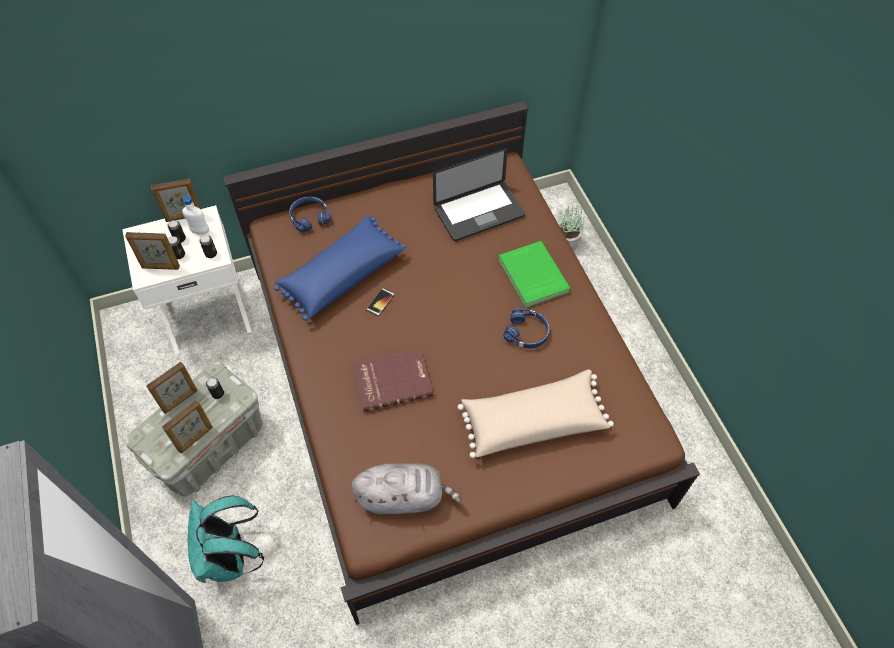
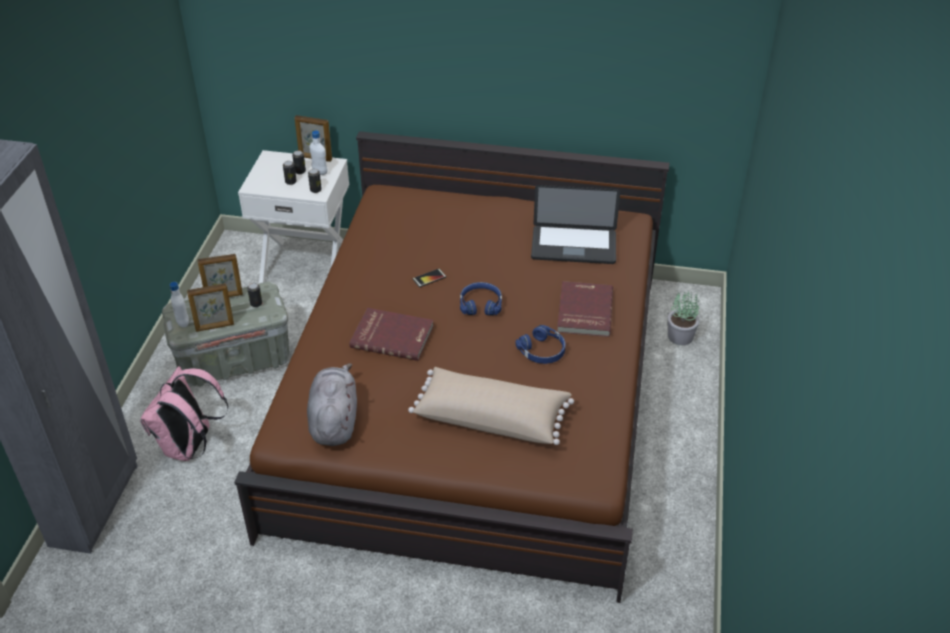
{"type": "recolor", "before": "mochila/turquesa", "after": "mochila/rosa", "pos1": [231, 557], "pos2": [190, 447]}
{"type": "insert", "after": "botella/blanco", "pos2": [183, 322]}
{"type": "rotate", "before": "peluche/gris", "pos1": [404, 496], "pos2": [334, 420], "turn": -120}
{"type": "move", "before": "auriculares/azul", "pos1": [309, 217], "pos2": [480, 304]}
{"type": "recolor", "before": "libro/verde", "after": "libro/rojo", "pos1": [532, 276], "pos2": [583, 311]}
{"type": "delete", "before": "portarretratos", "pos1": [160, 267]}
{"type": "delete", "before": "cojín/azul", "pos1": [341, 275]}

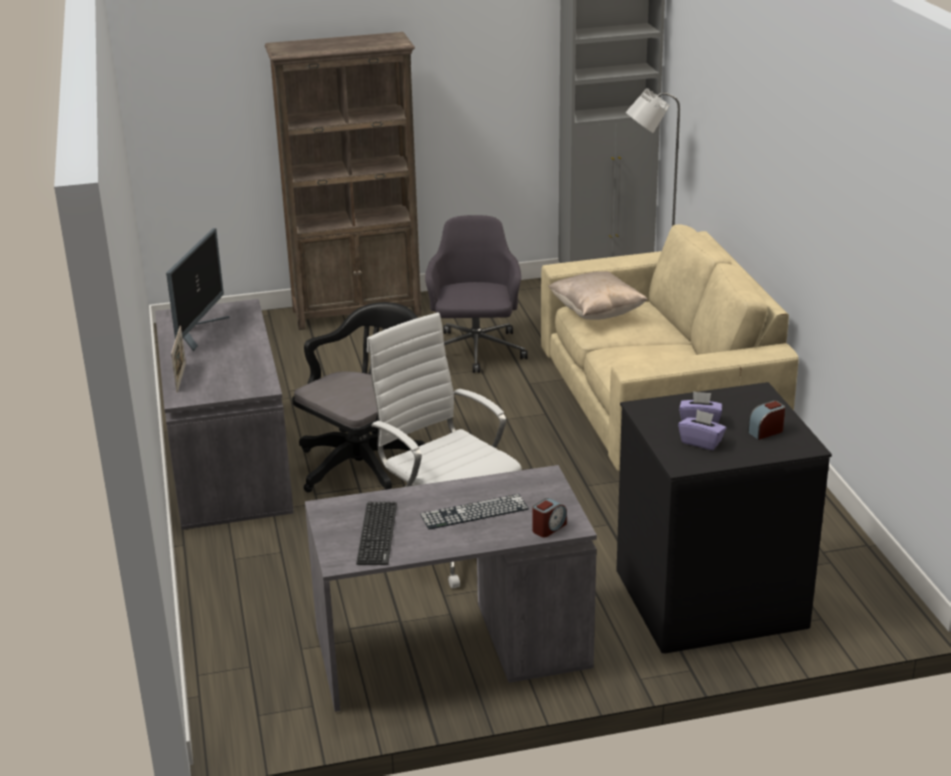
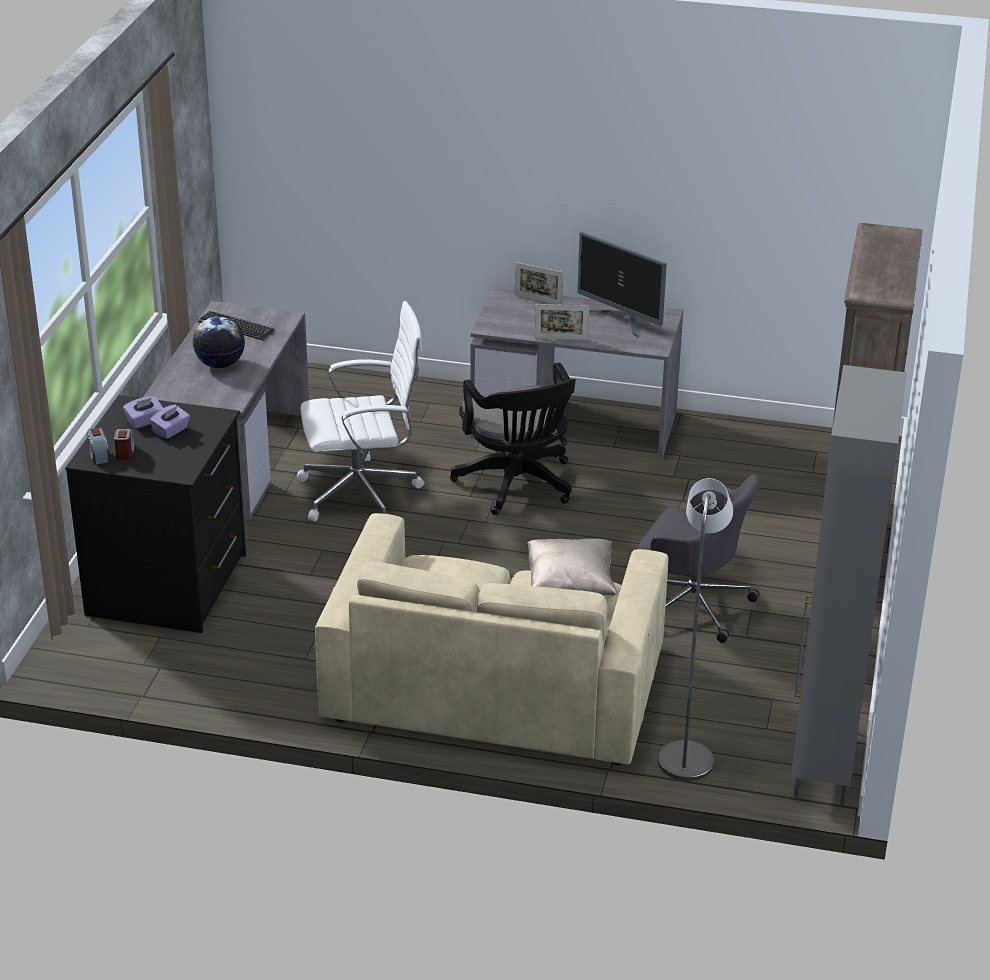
{"type": "move", "before": "despertador", "pos1": [549, 528], "pos2": [99, 456]}
{"type": "replace", "before": "teclado", "after": "globo terráqueo", "pos1": [474, 512], "pos2": [220, 364]}
{"type": "insert", "after": "portarretratos", "pos2": [561, 339]}

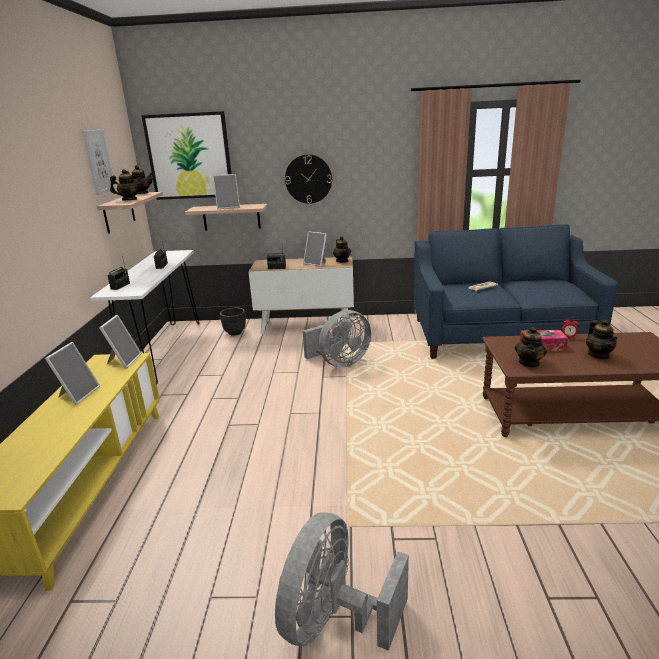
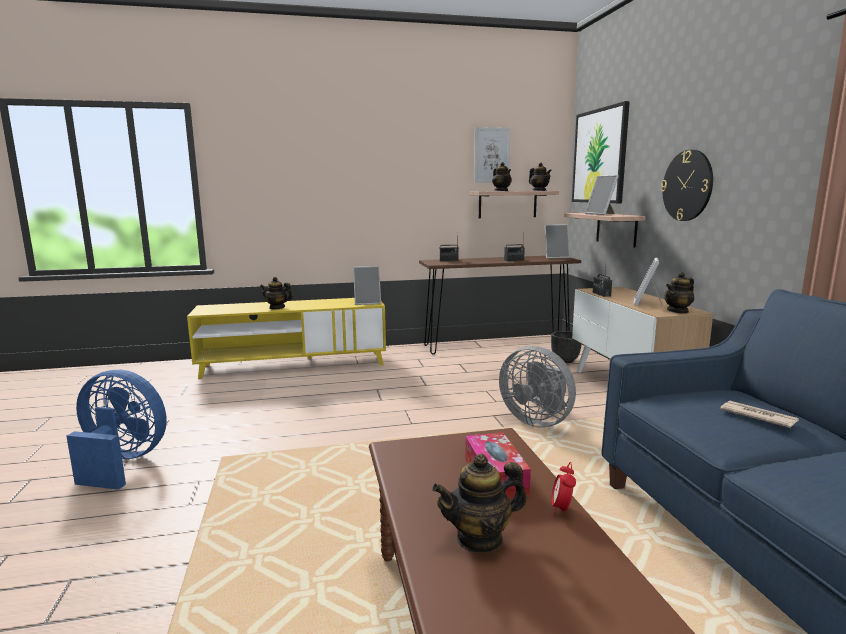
{"type": "recolor", "before": "ventilador/gris", "after": "ventilador/azul", "pos1": [334, 620], "pos2": [121, 463]}
{"type": "move", "before": "tetera", "pos1": [529, 363], "pos2": [277, 307]}
{"type": "recolor", "before": "mesa consola/blanco", "after": "mesa consola/marrón", "pos1": [165, 351], "pos2": [497, 345]}
{"type": "move", "before": "portarretratos", "pos1": [78, 394], "pos2": [556, 257]}

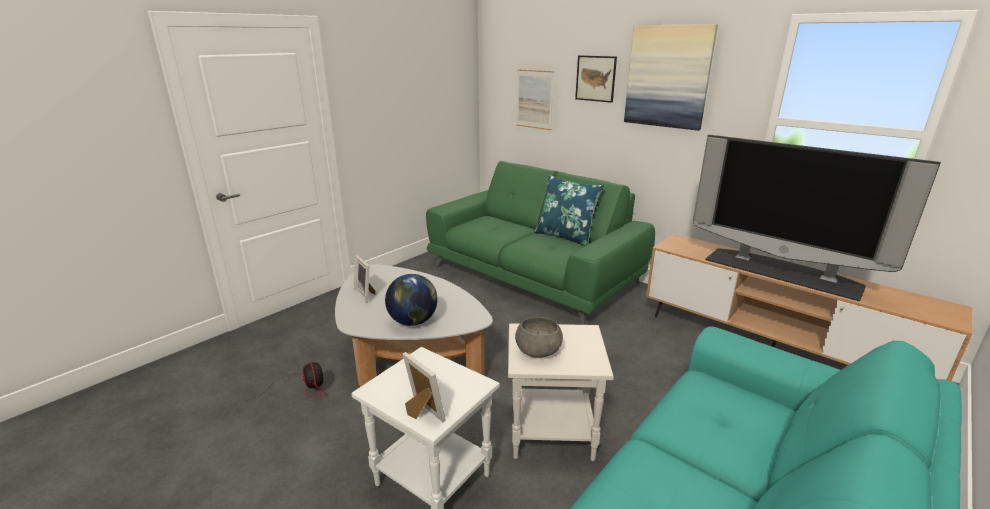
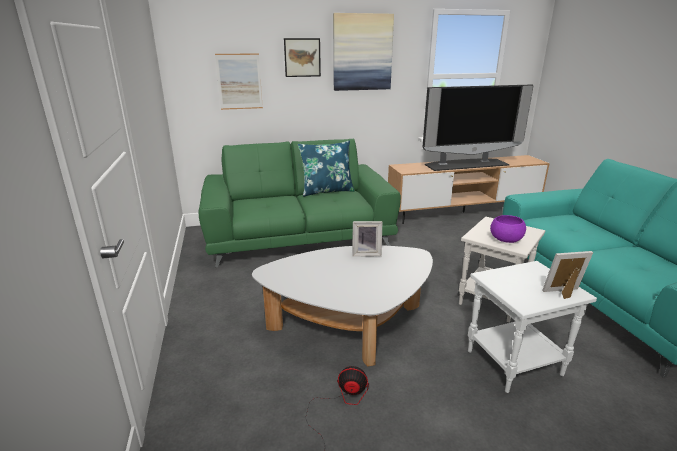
{"type": "move", "before": "portarretratos", "pos1": [366, 294], "pos2": [366, 253]}
{"type": "recolor", "before": "cuenco/gris", "after": "cuenco/morado", "pos1": [538, 350], "pos2": [505, 239]}
{"type": "delete", "before": "globo terráqueo", "pos1": [413, 321]}

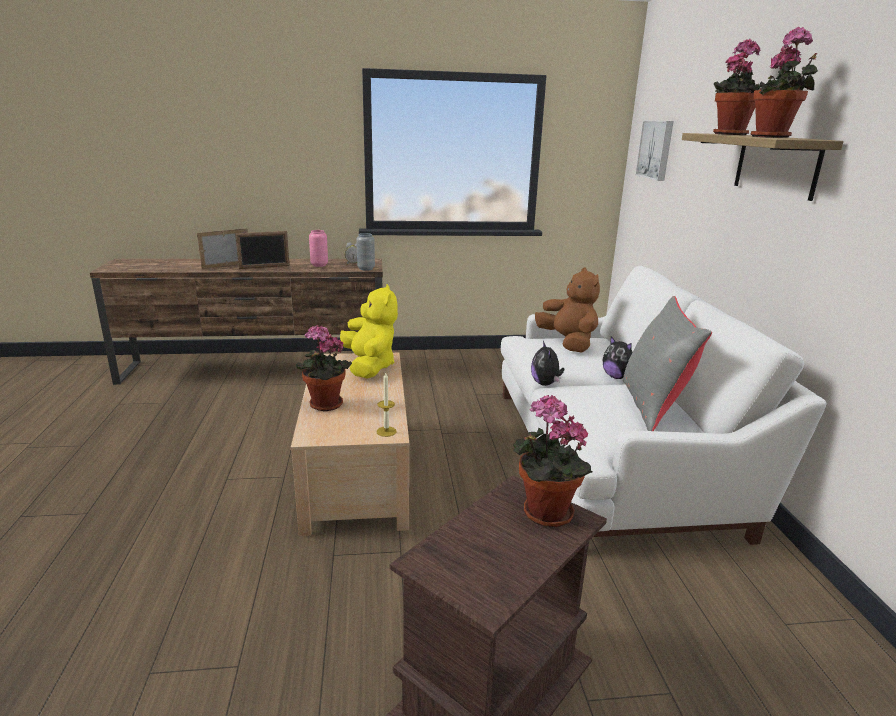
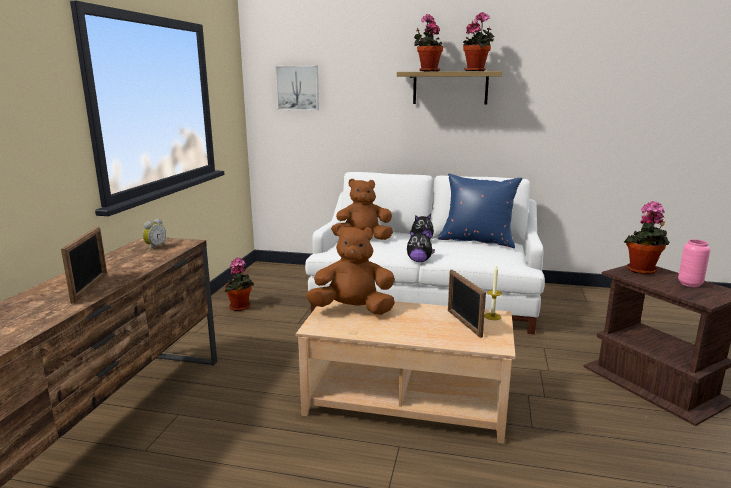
{"type": "move", "before": "planta en maceta", "pos1": [324, 406], "pos2": [241, 307]}
{"type": "recolor", "before": "peluche/amarillo", "after": "peluche/marrón", "pos1": [369, 366], "pos2": [353, 310]}
{"type": "recolor", "before": "cojín/gris", "after": "cojín/azul", "pos1": [653, 406], "pos2": [477, 241]}
{"type": "move", "before": "portarretratos", "pos1": [226, 265], "pos2": [464, 323]}
{"type": "move", "before": "florero/rosa", "pos1": [319, 265], "pos2": [690, 284]}
{"type": "delete", "before": "florero/gris", "pos1": [366, 269]}

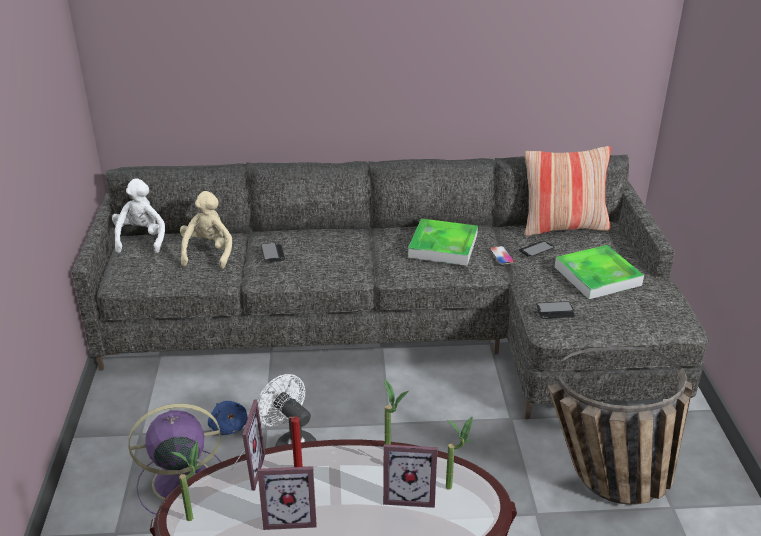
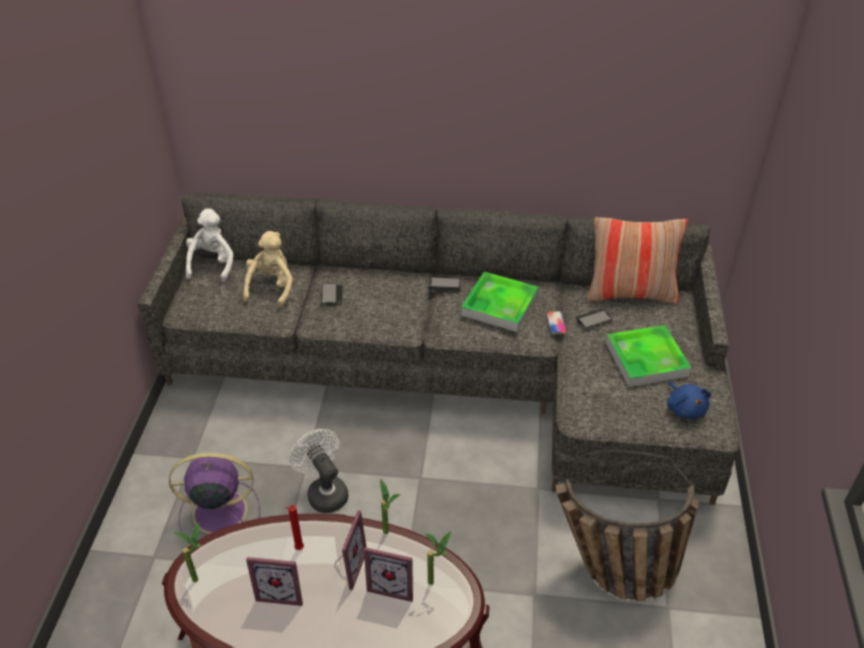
{"type": "move", "before": "portarretratos", "pos1": [246, 470], "pos2": [347, 567]}
{"type": "move", "before": "móvil", "pos1": [555, 311], "pos2": [444, 286]}
{"type": "move", "before": "peluche/azul", "pos1": [228, 426], "pos2": [685, 408]}

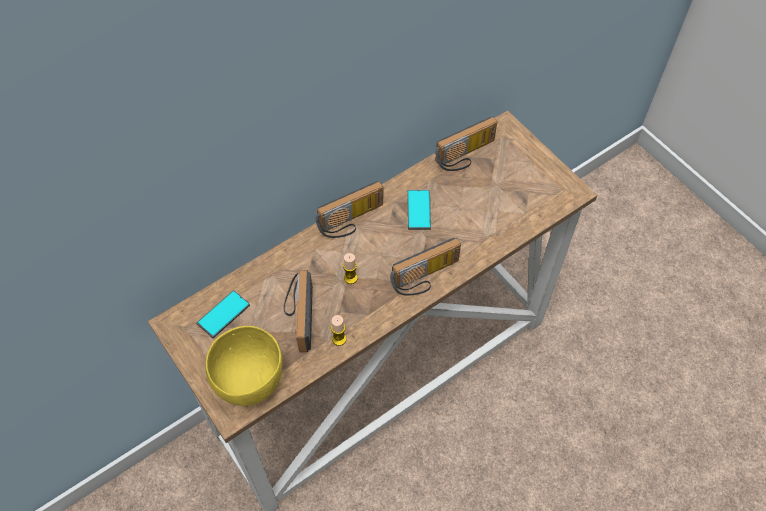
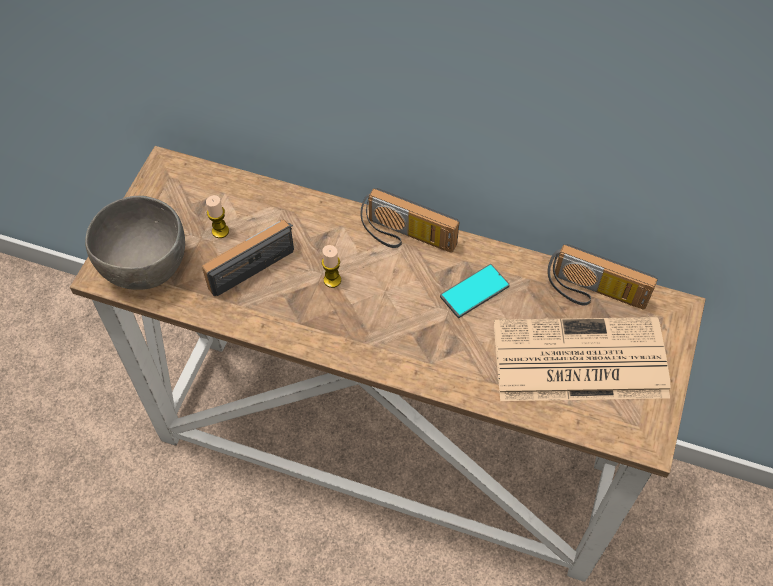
{"type": "recolor", "before": "cuenco/amarillo", "after": "cuenco/gris", "pos1": [249, 382], "pos2": [145, 267]}
{"type": "move", "before": "vela", "pos1": [339, 339], "pos2": [220, 231]}
{"type": "insert", "after": "periódico", "pos2": [577, 361]}
{"type": "delete", "before": "móvil", "pos1": [223, 314]}
{"type": "delete", "before": "radio", "pos1": [426, 278]}

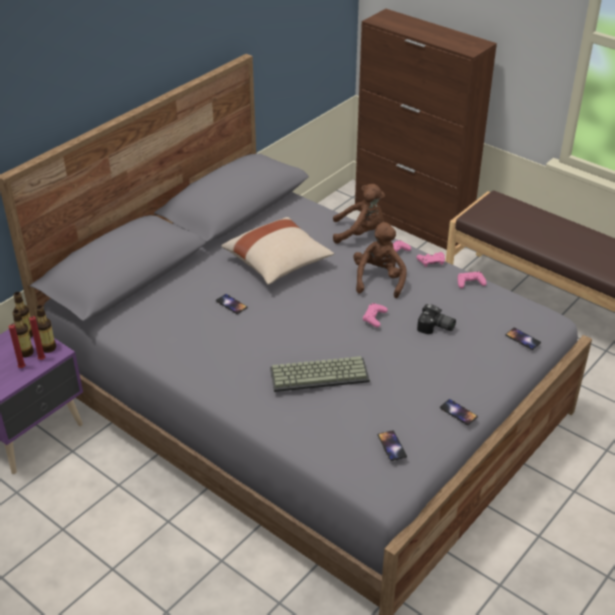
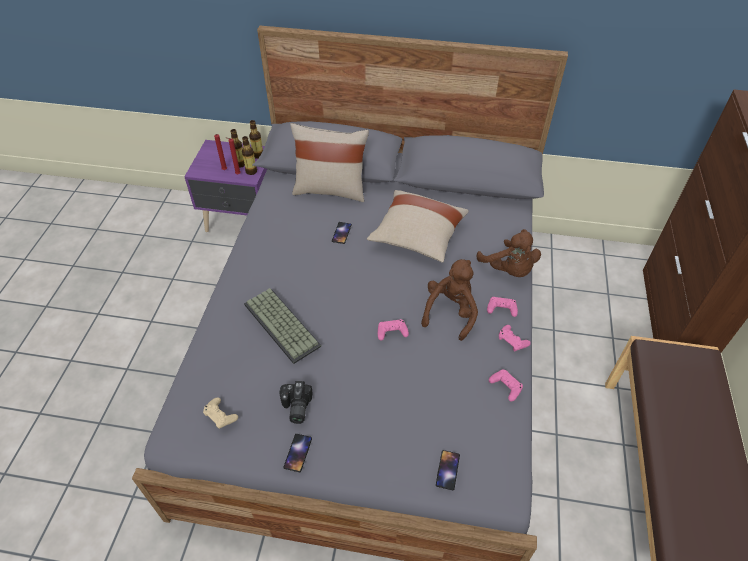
{"type": "replace", "before": "móvil", "after": "mando de consola/beis", "pos1": [391, 446], "pos2": [220, 415]}
{"type": "move", "before": "cámara", "pos1": [435, 328], "pos2": [295, 408]}
{"type": "insert", "after": "cojín/beis", "pos2": [330, 189]}
{"type": "rotate", "before": "peluche/marrón", "pos1": [379, 279], "pos2": [450, 312], "turn": -45}

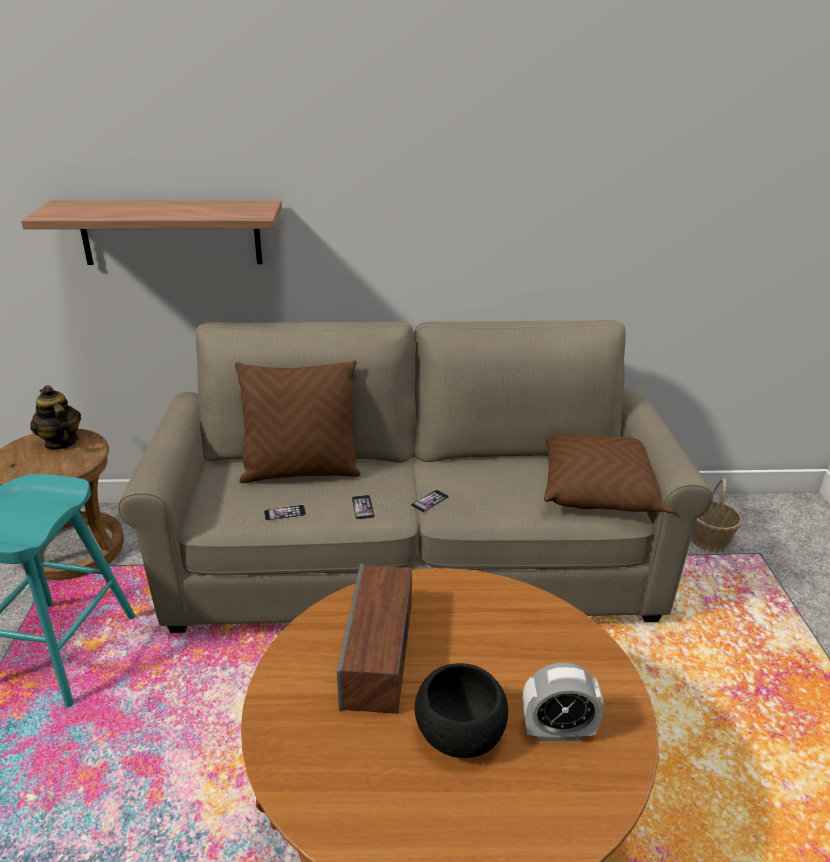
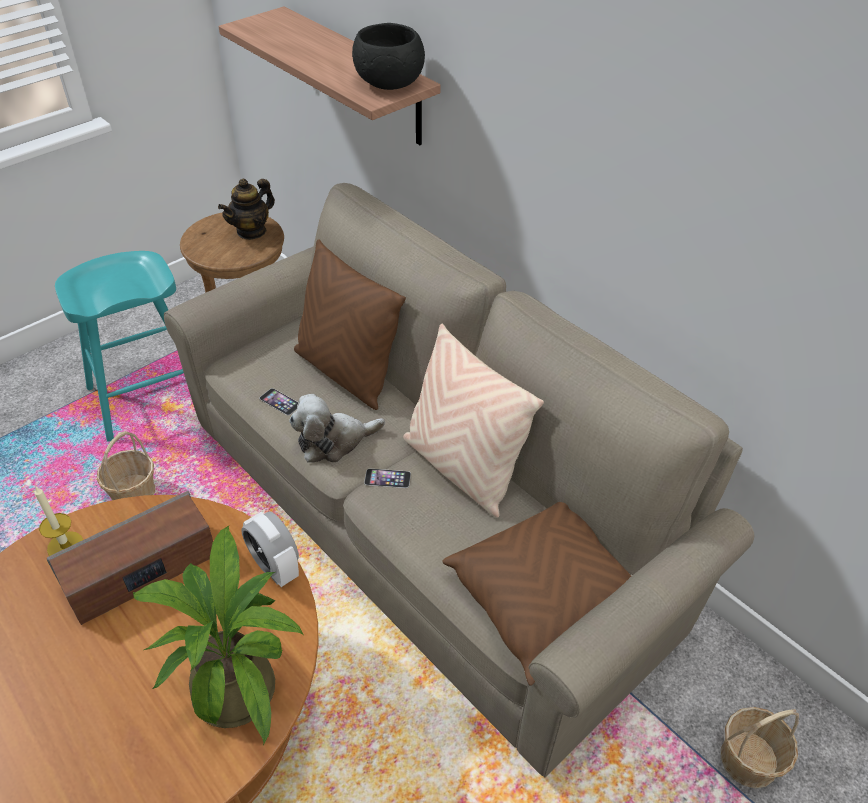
{"type": "insert", "after": "vela", "pos2": [65, 546]}
{"type": "insert", "after": "cesta", "pos2": [133, 493]}
{"type": "insert", "after": "planta en maceta", "pos2": [239, 681]}
{"type": "rotate", "before": "tetera", "pos1": [60, 442], "pos2": [251, 231], "turn": -150}
{"type": "move", "before": "despertador", "pos1": [558, 731], "pos2": [275, 567]}
{"type": "replace", "before": "móvil", "after": "peluche", "pos1": [363, 507], "pos2": [334, 441]}
{"type": "move", "before": "cuenco/negro", "pos1": [459, 734], "pos2": [389, 82]}
{"type": "insert", "after": "cojín/beis", "pos2": [461, 468]}

